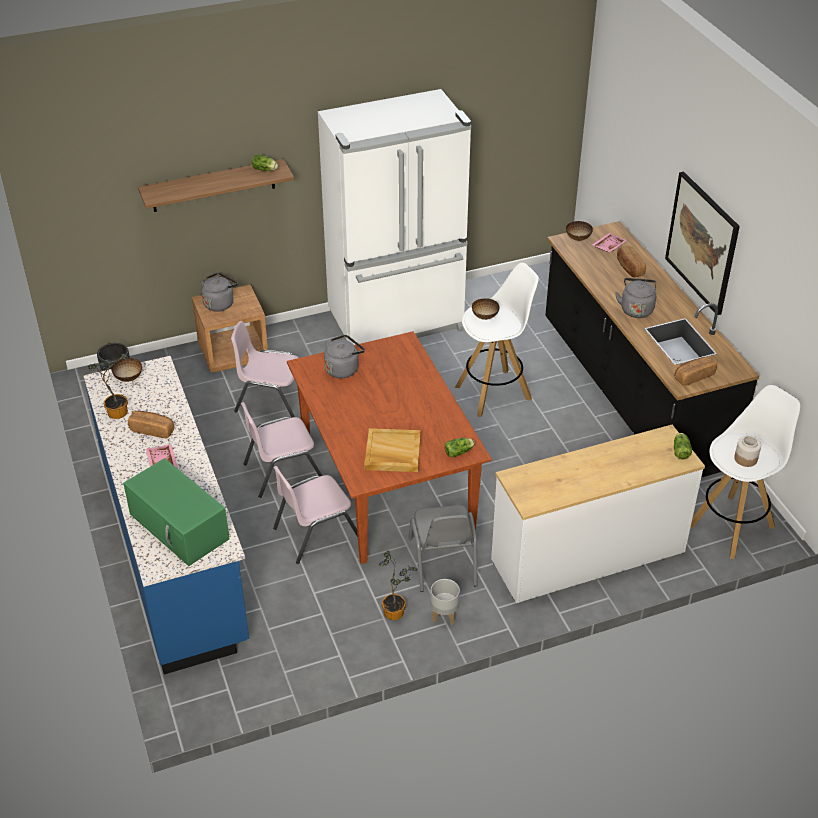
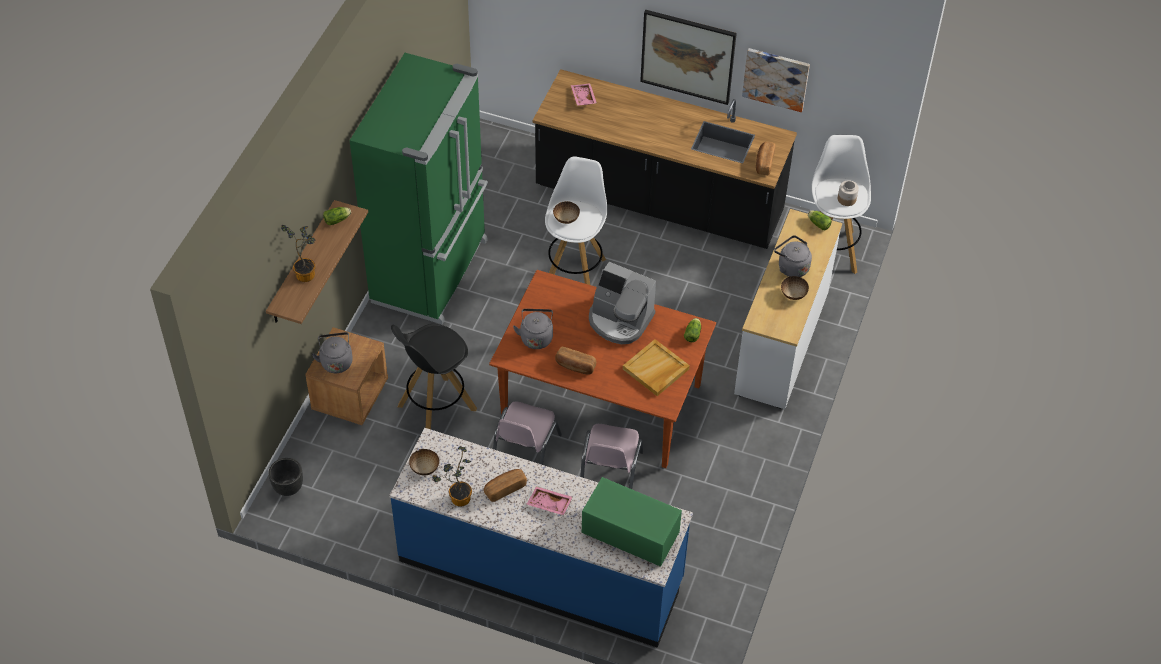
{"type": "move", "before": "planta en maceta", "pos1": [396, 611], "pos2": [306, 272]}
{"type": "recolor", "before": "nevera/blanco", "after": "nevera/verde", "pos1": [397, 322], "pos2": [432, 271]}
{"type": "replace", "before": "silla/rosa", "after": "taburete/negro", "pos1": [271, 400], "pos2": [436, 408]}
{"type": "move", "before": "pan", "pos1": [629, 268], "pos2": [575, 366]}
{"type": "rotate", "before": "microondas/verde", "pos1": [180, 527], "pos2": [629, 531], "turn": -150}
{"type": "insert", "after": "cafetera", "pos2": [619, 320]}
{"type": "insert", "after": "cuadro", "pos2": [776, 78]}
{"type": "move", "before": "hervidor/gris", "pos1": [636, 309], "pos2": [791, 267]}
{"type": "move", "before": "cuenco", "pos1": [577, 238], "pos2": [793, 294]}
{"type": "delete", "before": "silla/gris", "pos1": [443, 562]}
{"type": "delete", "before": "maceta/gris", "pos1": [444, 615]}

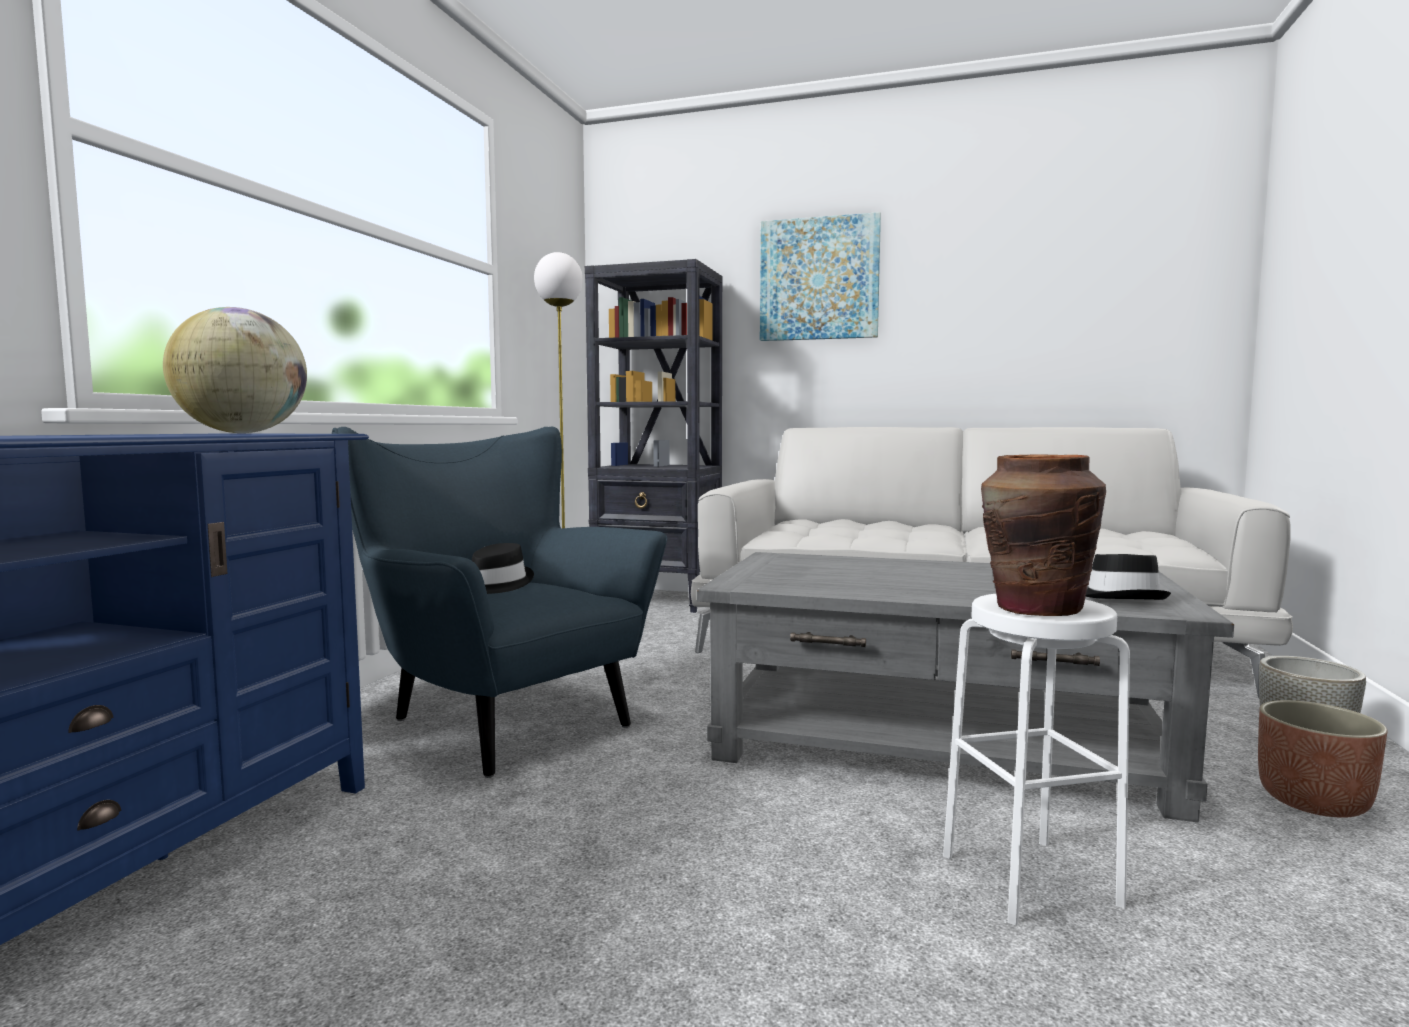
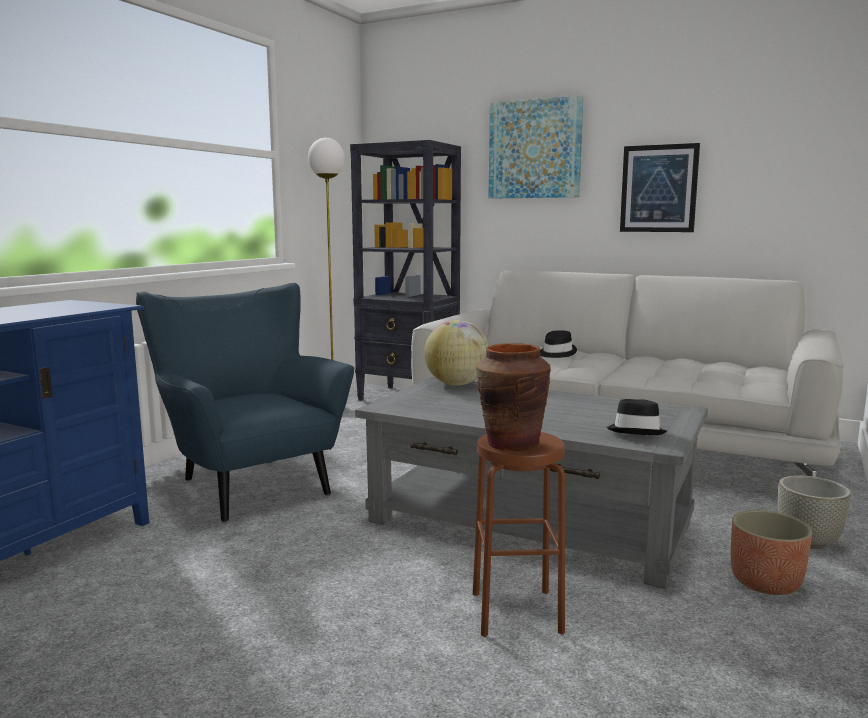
{"type": "move", "before": "globo terráqueo", "pos1": [242, 433], "pos2": [456, 384]}
{"type": "recolor", "before": "taburete/blanco", "after": "taburete/marrón", "pos1": [1029, 879], "pos2": [516, 612]}
{"type": "move", "before": "sombrero/negro", "pos1": [495, 586], "pos2": [556, 353]}
{"type": "insert", "after": "cuadro", "pos2": [659, 188]}

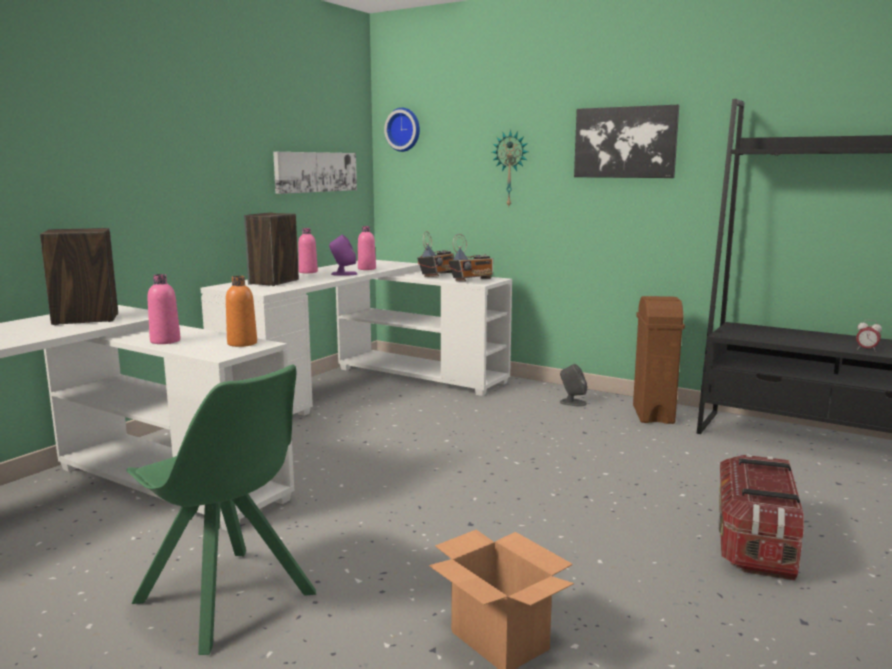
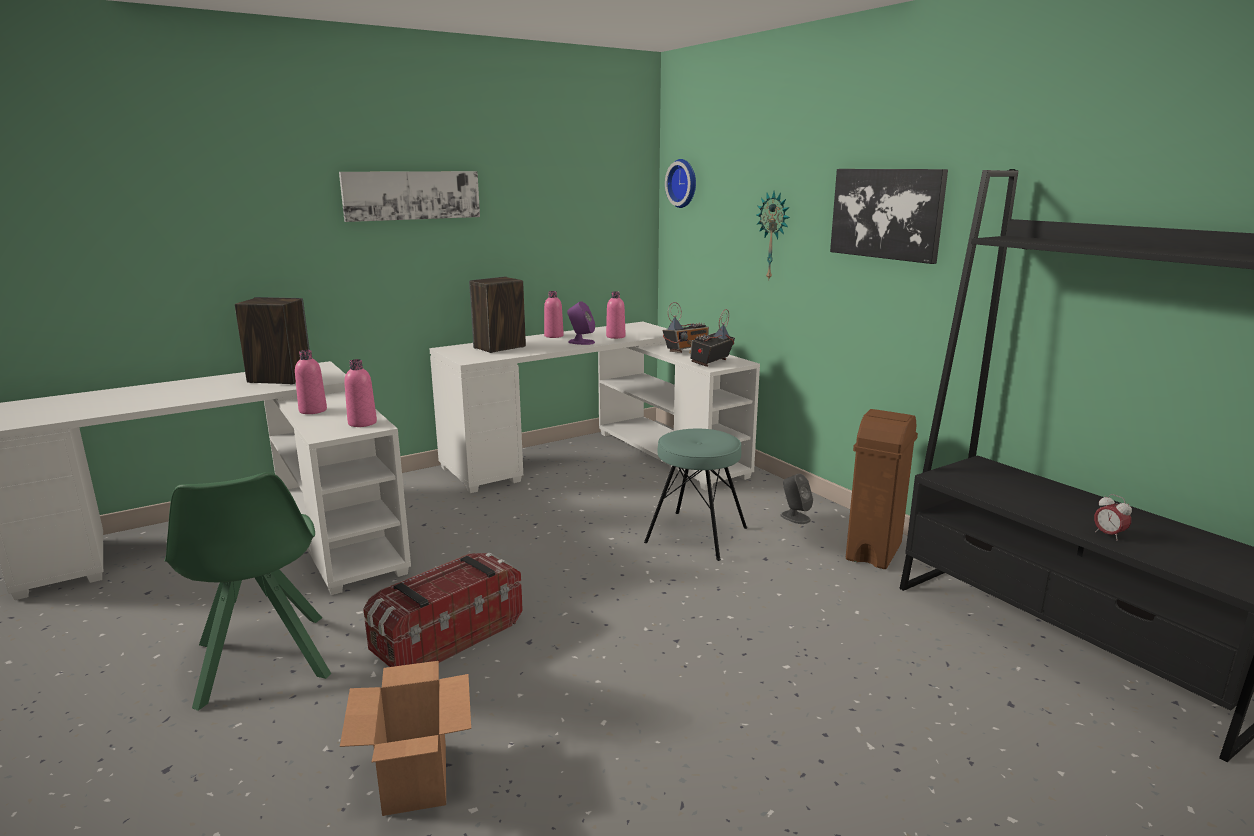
{"type": "move", "before": "cuadro", "pos1": [315, 172], "pos2": [412, 195]}
{"type": "recolor", "before": "botella/naranja", "after": "botella/rosa", "pos1": [242, 343], "pos2": [362, 423]}
{"type": "move", "before": "caja de almacenaje", "pos1": [754, 541], "pos2": [447, 637]}
{"type": "insert", "after": "taburete/turquesa", "pos2": [696, 535]}
{"type": "rotate", "before": "radio", "pos1": [472, 280], "pos2": [710, 362], "turn": 135}

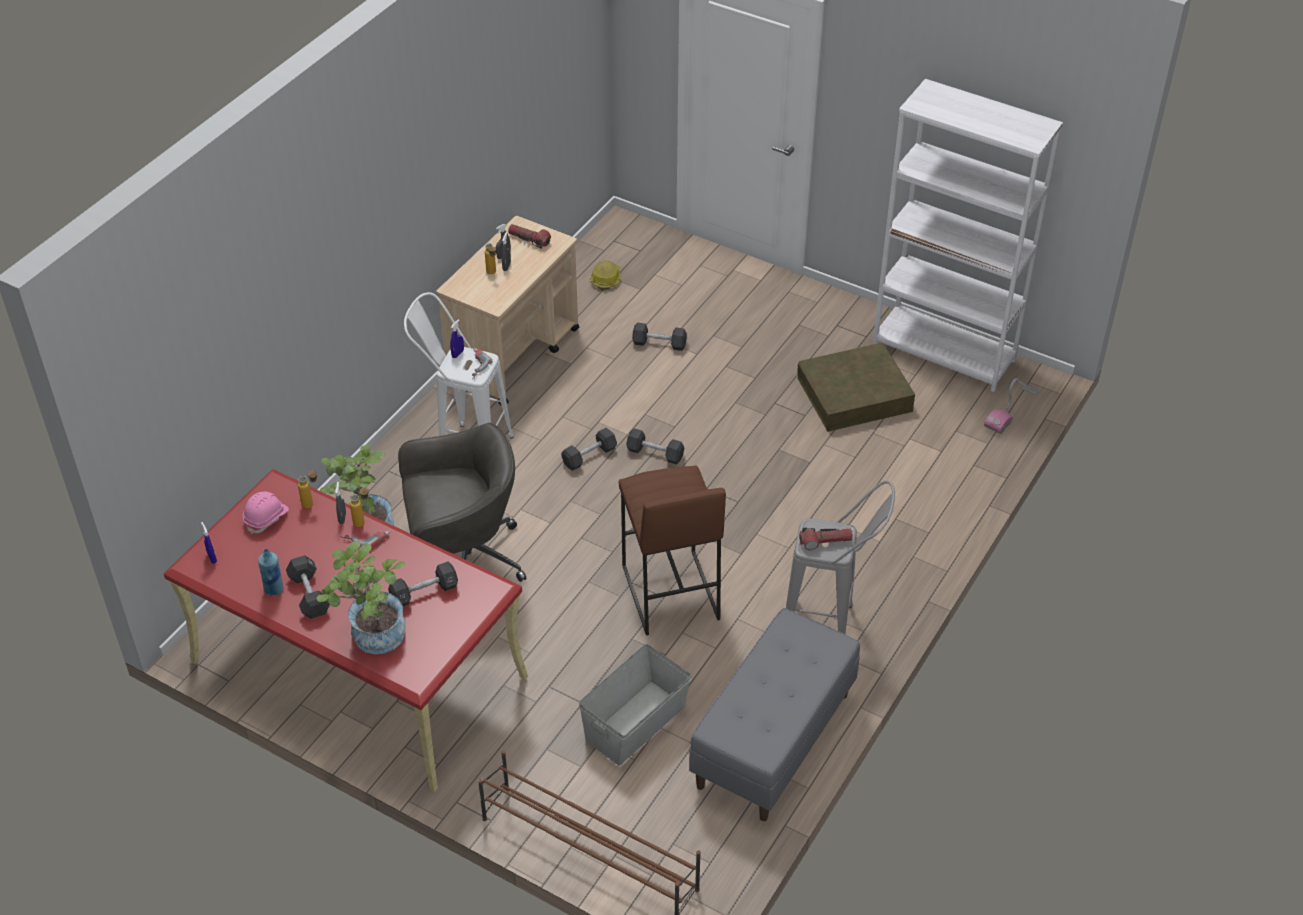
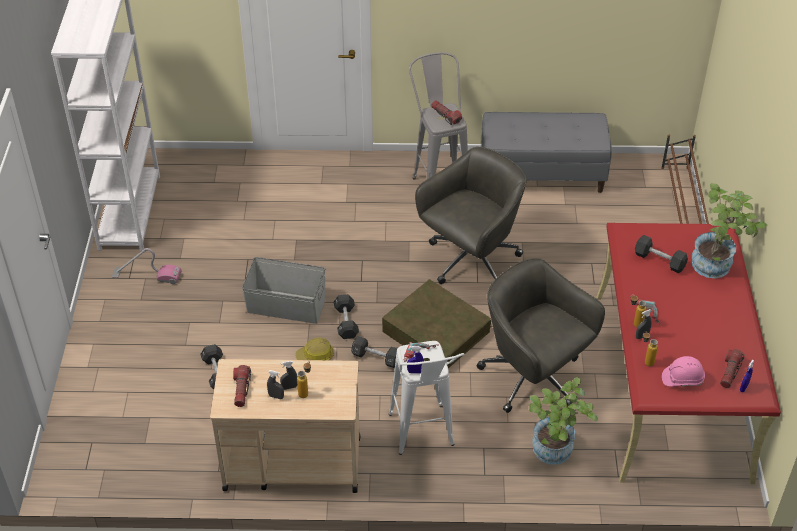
{"type": "move", "before": "aspiradora", "pos1": [1011, 410], "pos2": [147, 275]}
{"type": "move", "before": "caja de almacenaje/gris", "pos1": [636, 722], "pos2": [286, 305]}
{"type": "move", "before": "casco", "pos1": [606, 279], "pos2": [315, 356]}
{"type": "move", "before": "caja de almacenaje/marrón", "pos1": [854, 395], "pos2": [436, 331]}
{"type": "replace", "before": "taburete/marrón", "after": "silla de oficina/gris", "pos1": [669, 592], "pos2": [471, 261]}
{"type": "insert", "after": "linterna", "pos2": [729, 372]}
{"type": "delete", "before": "botella/azul", "pos1": [274, 589]}
{"type": "delete", "before": "mancuerna/negro", "pos1": [309, 594]}

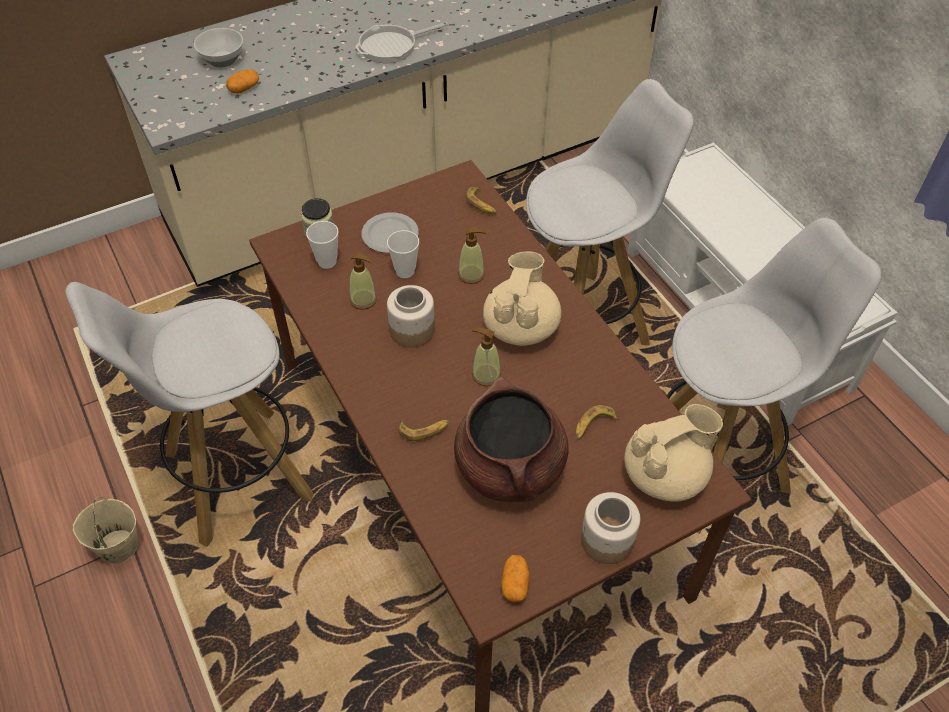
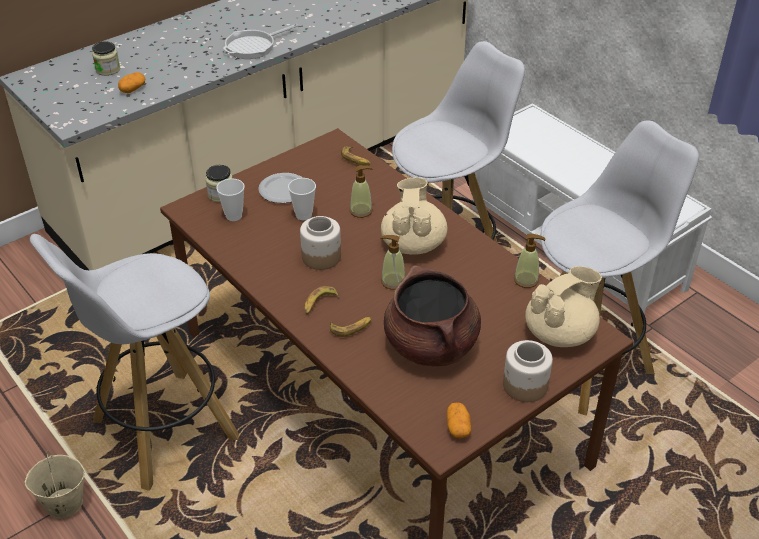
{"type": "replace", "before": "cuenco", "after": "tarro", "pos1": [223, 59], "pos2": [108, 69]}
{"type": "move", "before": "plátano", "pos1": [593, 426], "pos2": [319, 303]}
{"type": "move", "before": "dispensador de jabón", "pos1": [363, 300], "pos2": [526, 280]}

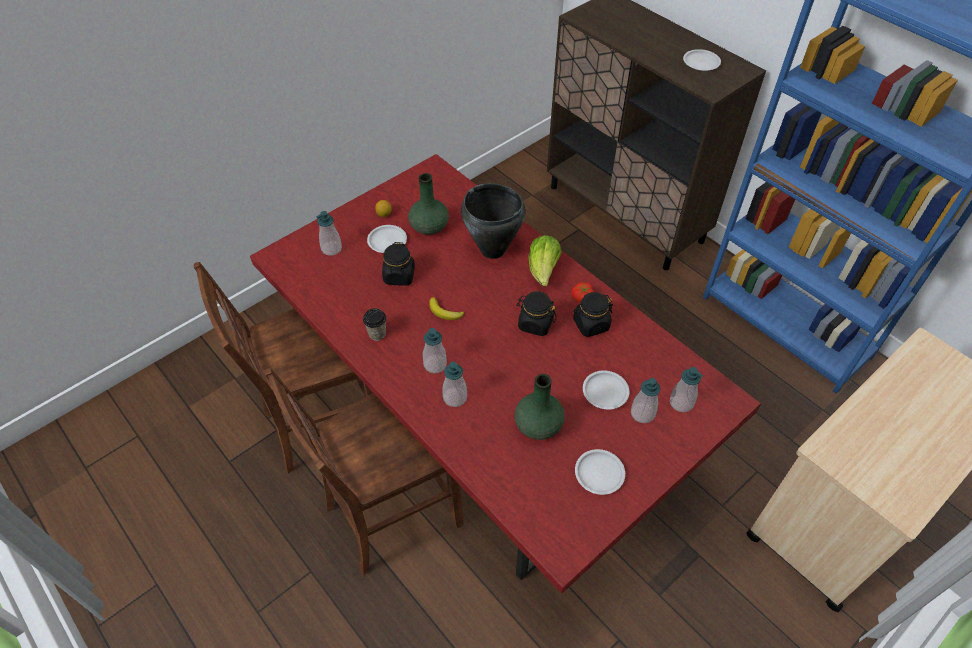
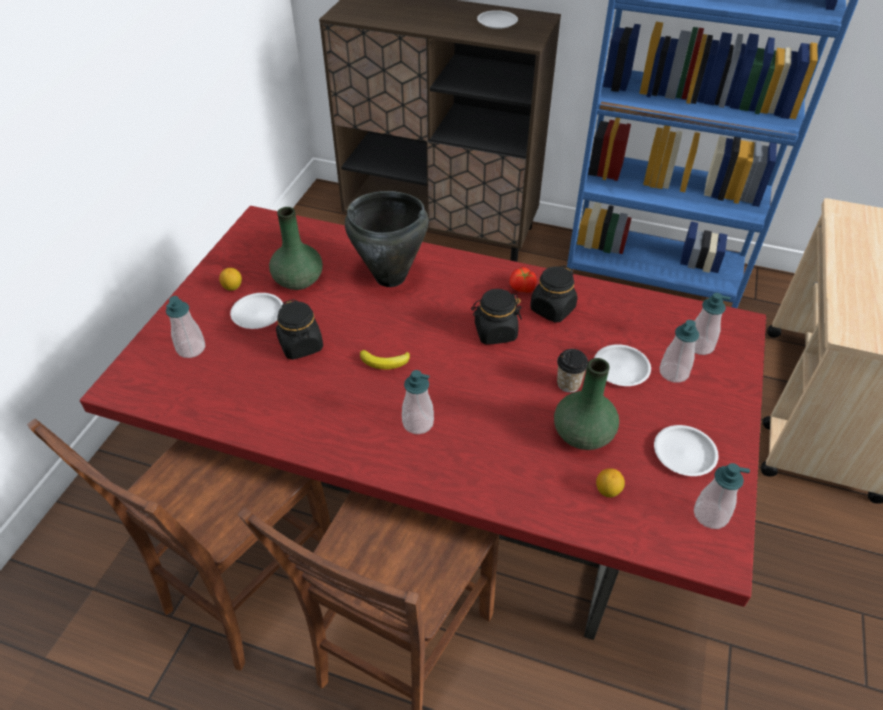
{"type": "move", "before": "taza", "pos1": [377, 334], "pos2": [568, 384]}
{"type": "insert", "after": "limón", "pos2": [608, 490]}
{"type": "move", "before": "dispensador de jabón", "pos1": [455, 397], "pos2": [710, 515]}
{"type": "delete", "before": "lechuga", "pos1": [543, 271]}

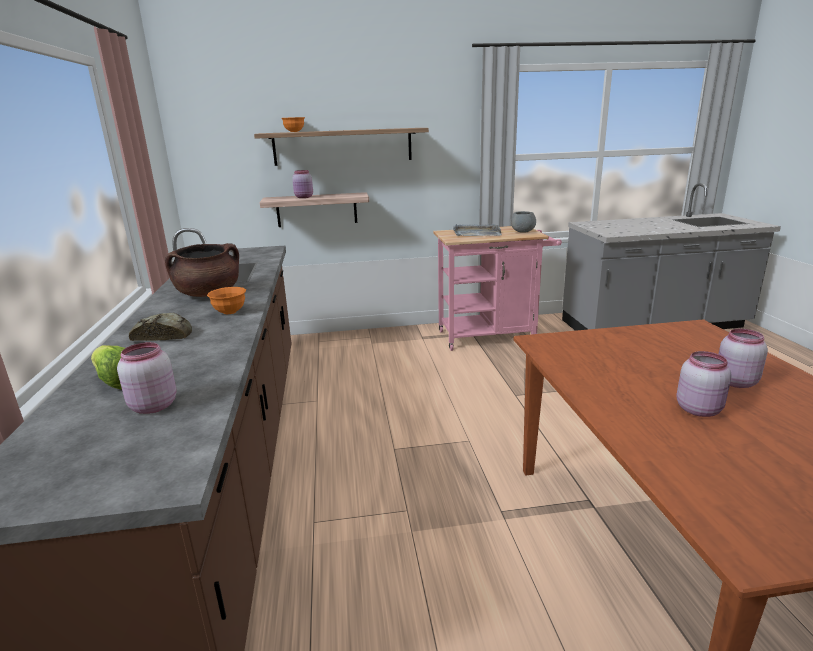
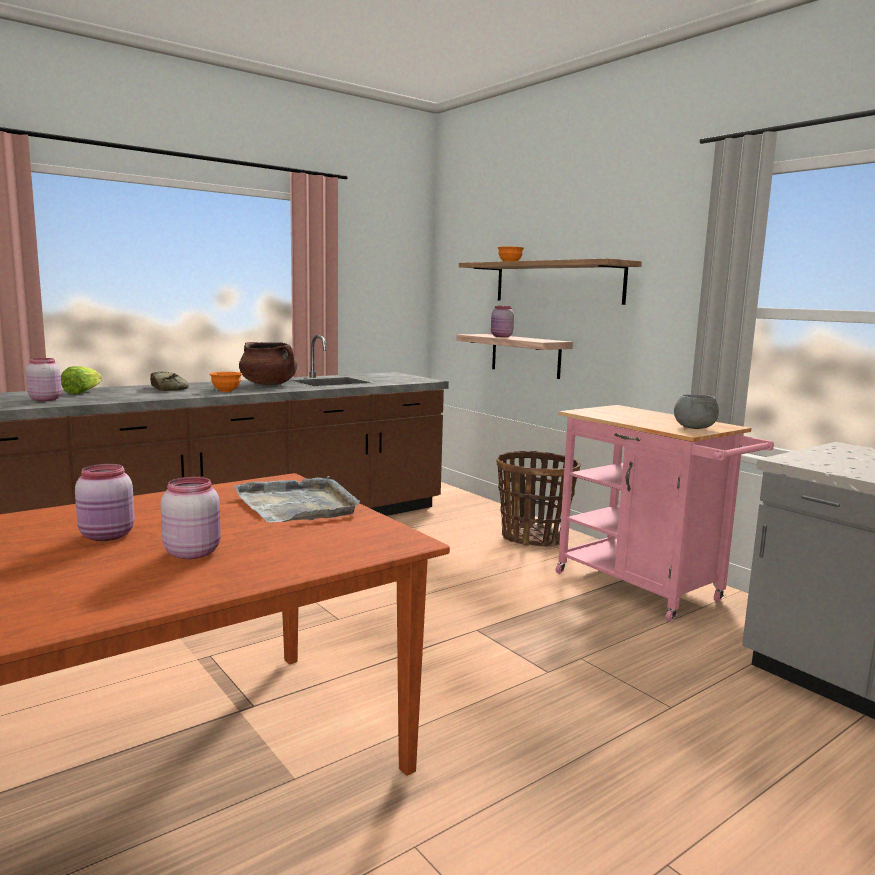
{"type": "move", "before": "bandeja/gris", "pos1": [476, 233], "pos2": [298, 504]}
{"type": "insert", "after": "cesta", "pos2": [533, 538]}

